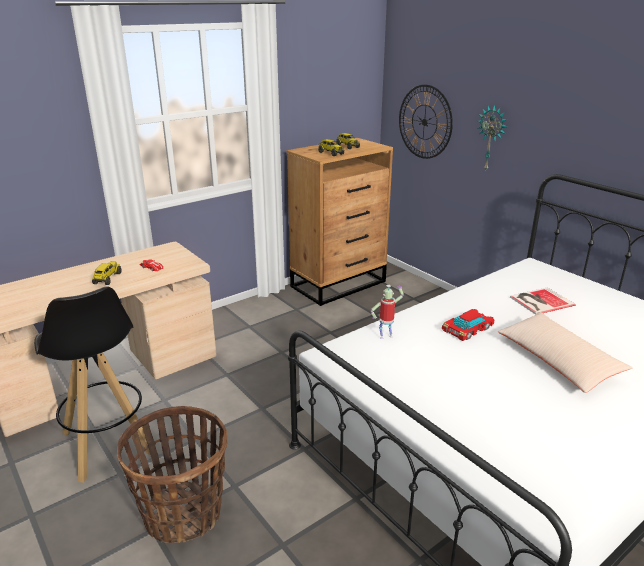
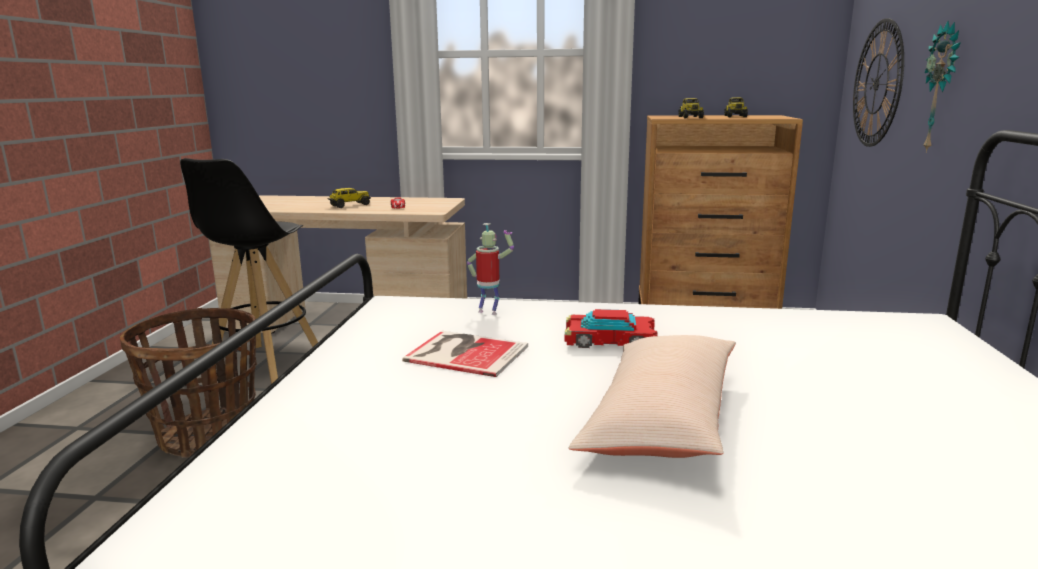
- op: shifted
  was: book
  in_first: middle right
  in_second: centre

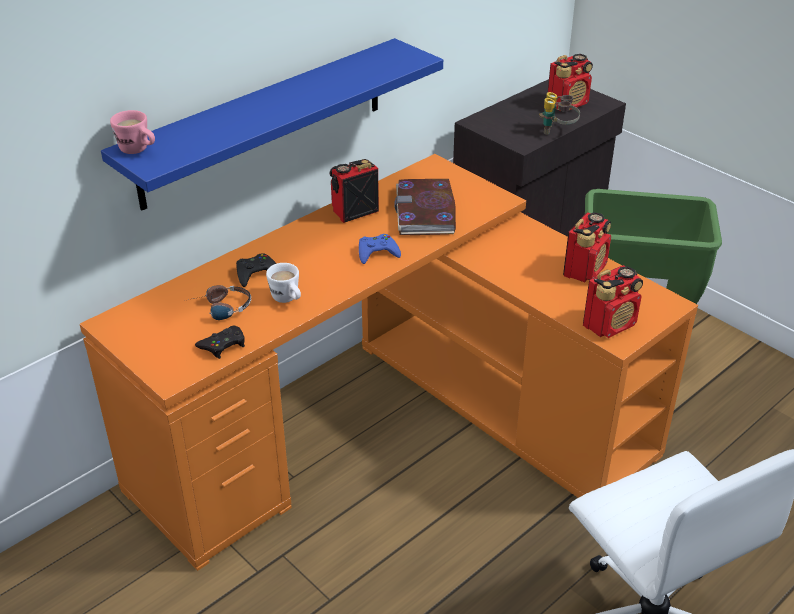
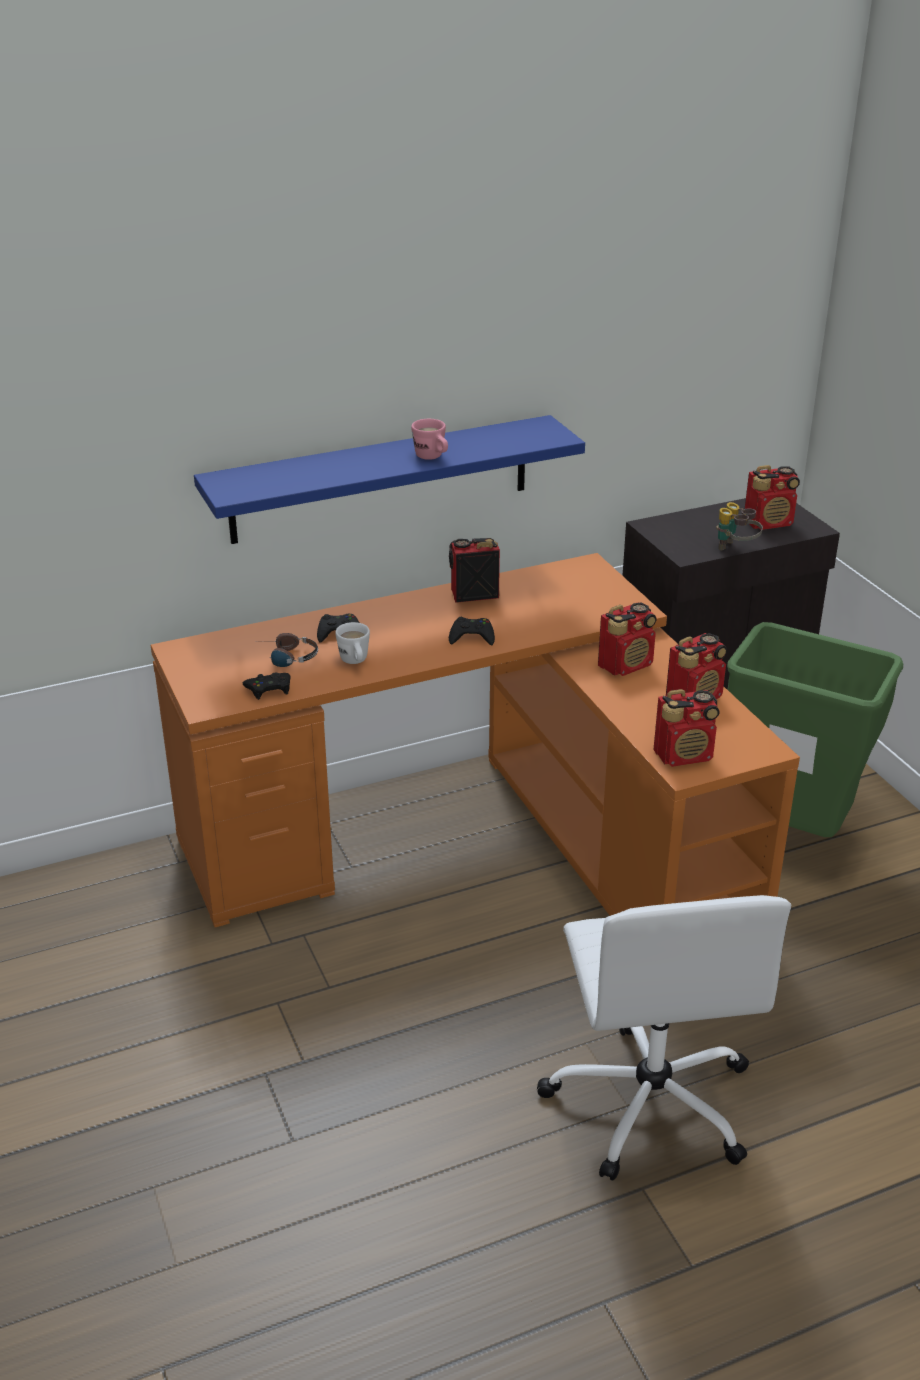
- op: shifted
  was: pink_mug
  in_first: top left
  in_second: top centre
- op: repainted
  was: blue_game_controller
  now: black_game_controller (no. 3 from left)
  in_first: centre
  in_second: centre
- op: new
  now: radio (no. 2 from left)
  in_second: middle right
- op: gone
  was: book
  in_first: centre

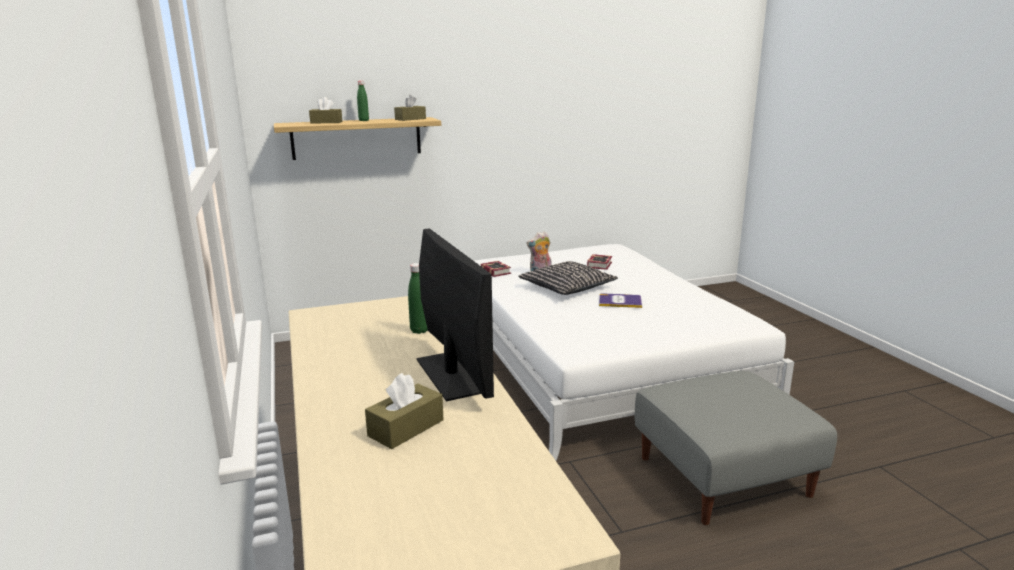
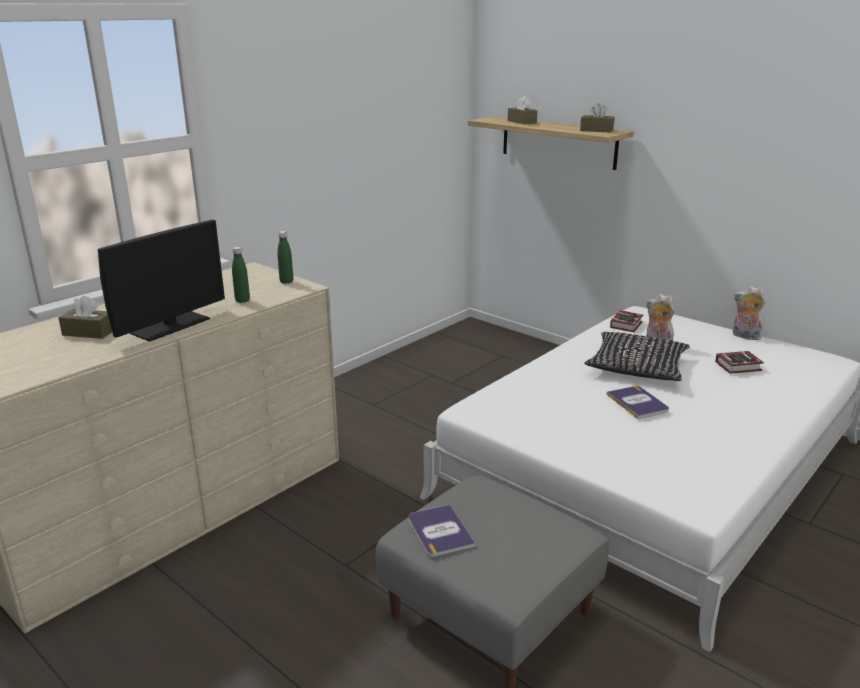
- op: shifted
  was: green_bottle (no. 1 from left in the first image)
  now: green_bottle (no. 2 from left)
  in_first: top centre
  in_second: middle left
- op: new
  now: book (no. 1 from left)
  in_second: bottom centre
- op: new
  now: plush_toy (no. 2 from left)
  in_second: middle right

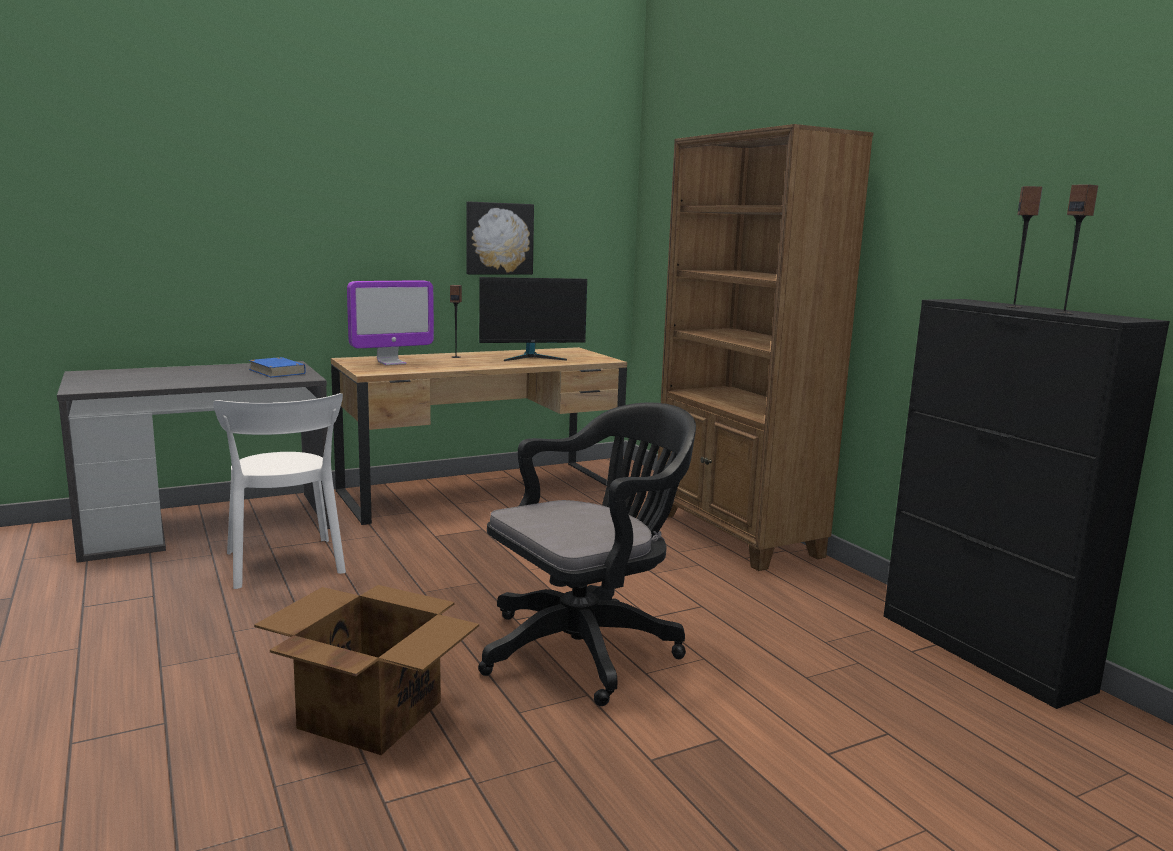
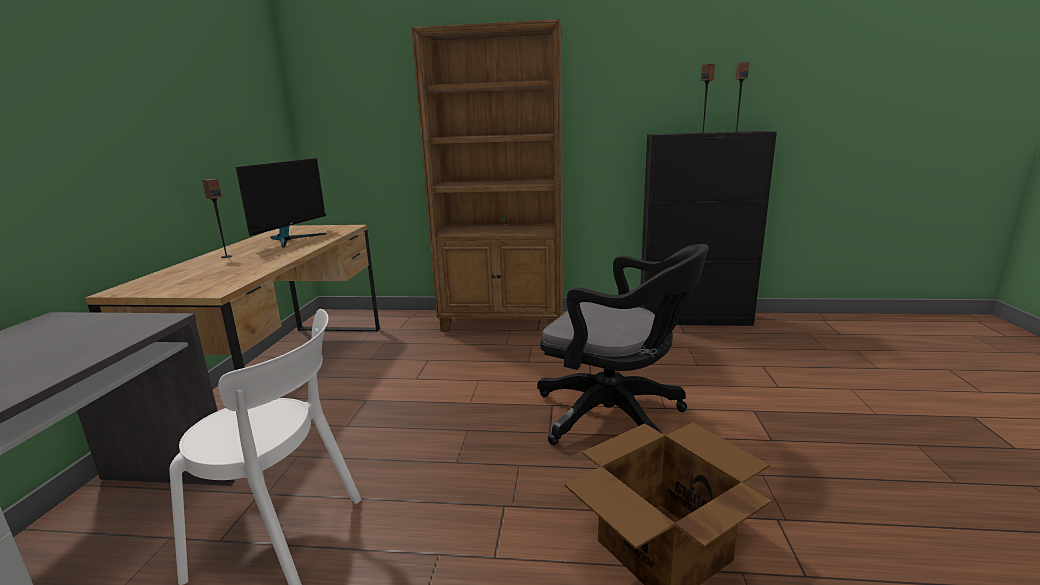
- op: rotated
  was: black_office_chair
  in_first: centre
  in_second: centre
  clockwise: 120
- op: gone
  was: blue_book
  in_first: middle left
- op: gone
  was: monitor (no. 1 from left)
  in_first: middle left
- op: gone
  was: picture
  in_first: top centre

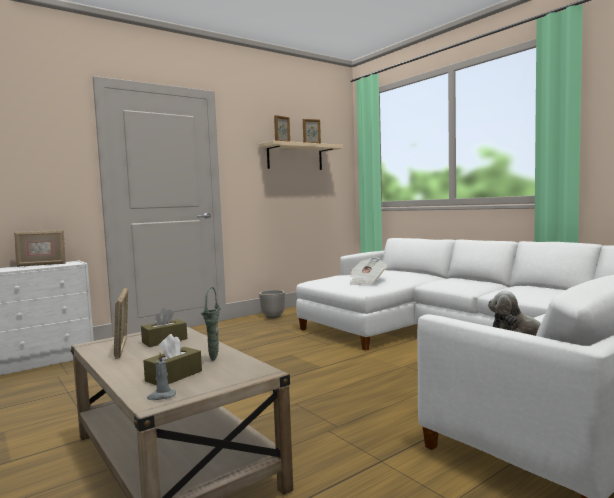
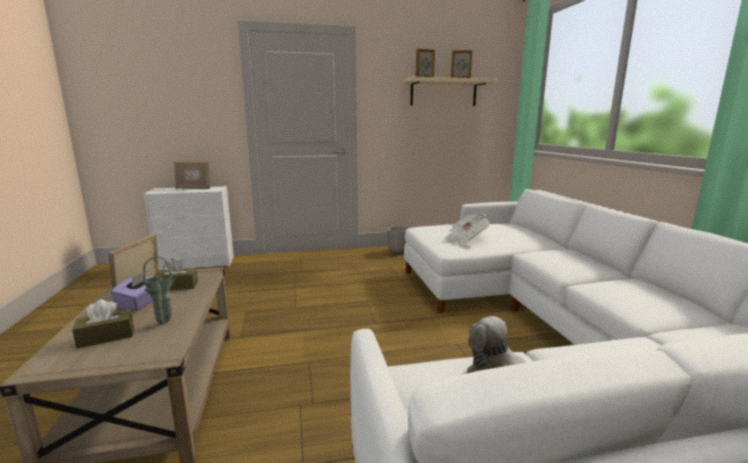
- op: new
  now: purple_tissue_box
  in_second: middle left
- op: gone
  was: grey_candle
  in_first: bottom left

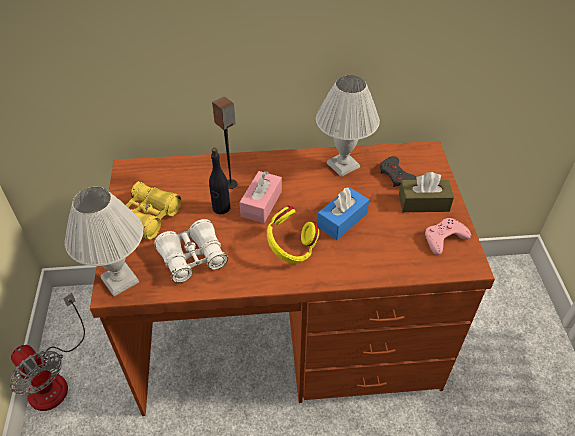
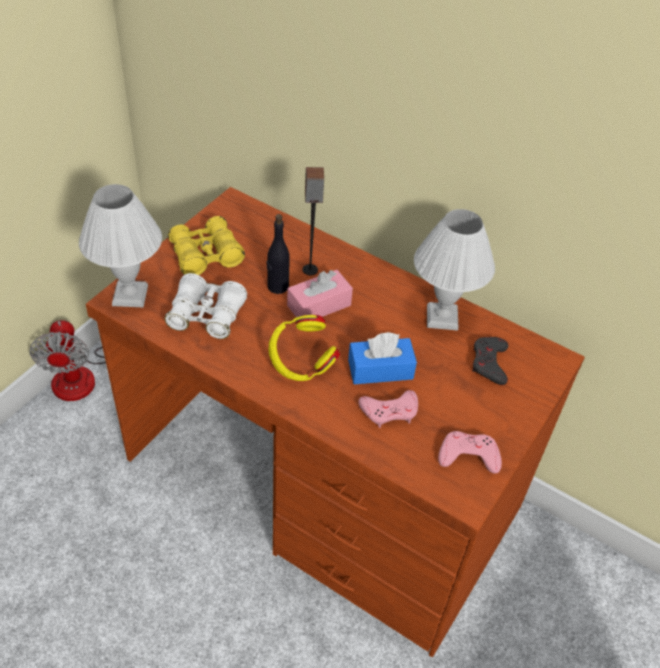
- op: new
  now: pink_game_controller (no. 1 from left)
  in_second: centre
- op: gone
  was: brown_tissue_box
  in_first: middle right

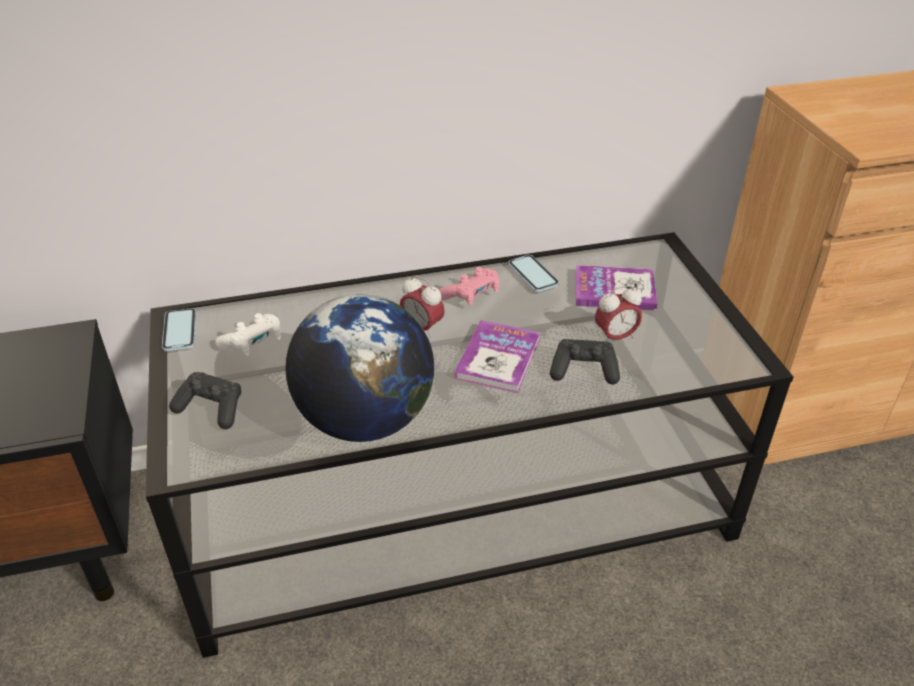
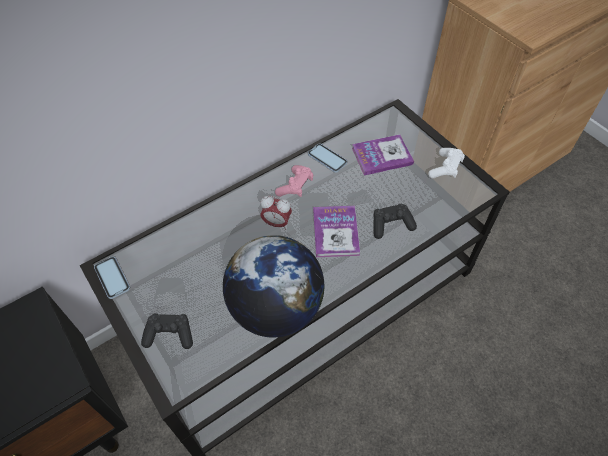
- op: shifted
  was: white_game_controller
  in_first: middle left
  in_second: middle right
- op: gone
  was: alarm_clock (no. 2 from left)
  in_first: middle right

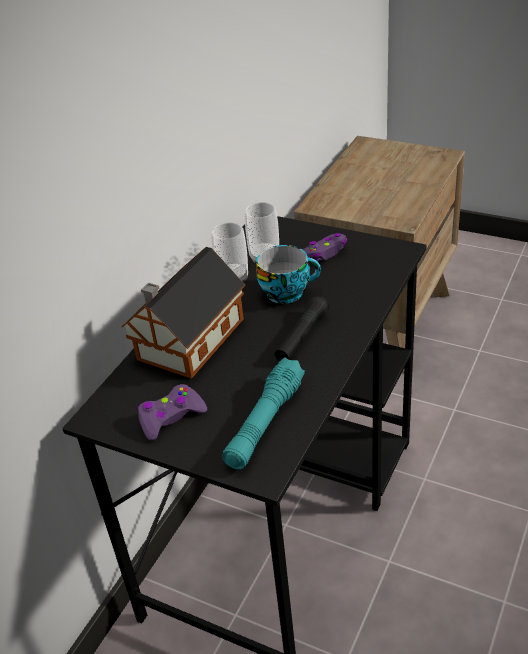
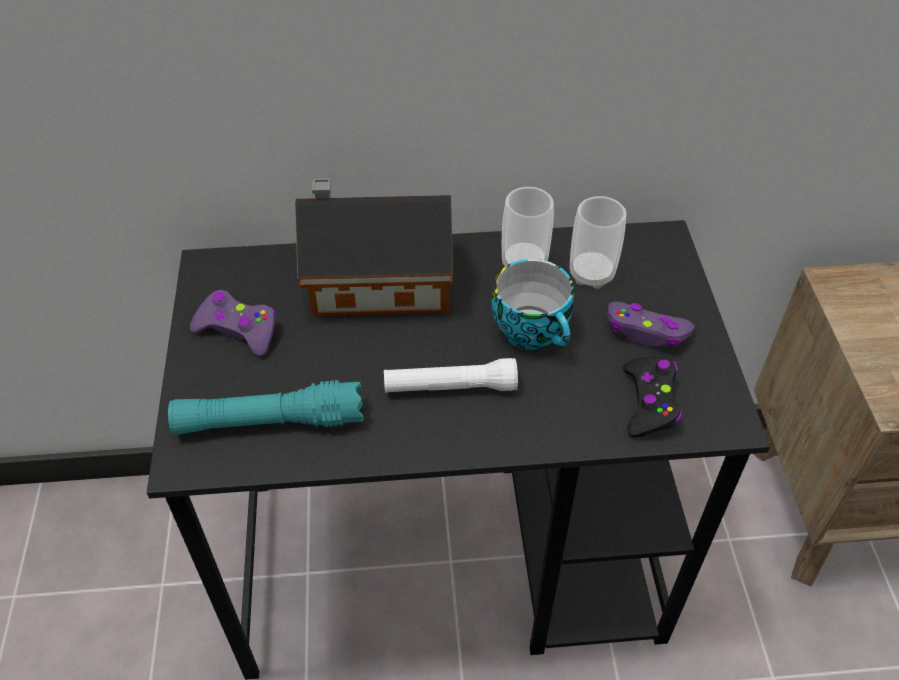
- op: repainted
  was: black_flashlight
  now: white_flashlight
  in_first: centre
  in_second: centre
- op: new
  now: black_game_controller
  in_second: middle right

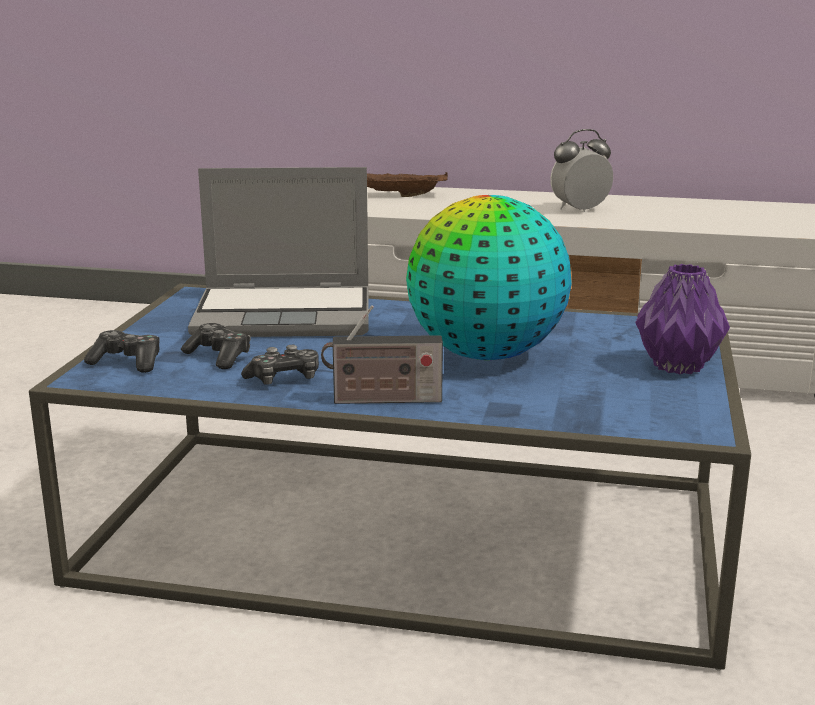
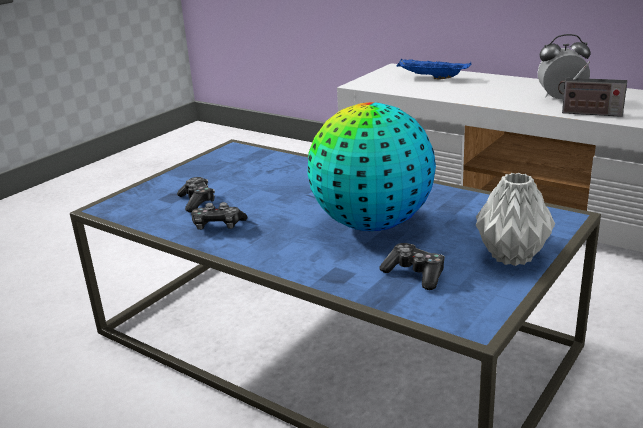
- op: shifted
  was: game_controller (no. 1 from left in the first image)
  now: game_controller (no. 3 from left)
  in_first: middle left
  in_second: centre
- op: repainted
  was: brown_tray
  now: blue_tray
  in_first: top centre
  in_second: top right
- op: repainted
  was: purple_vase
  now: grey_vase
  in_first: middle right
  in_second: middle right
- op: shifted
  was: radio
  in_first: centre
  in_second: top right
- op: gone
  was: laptop
  in_first: centre

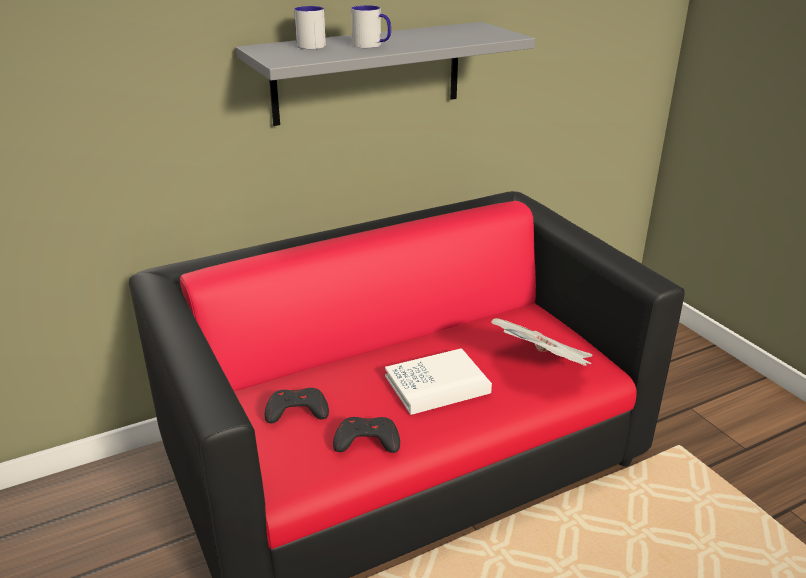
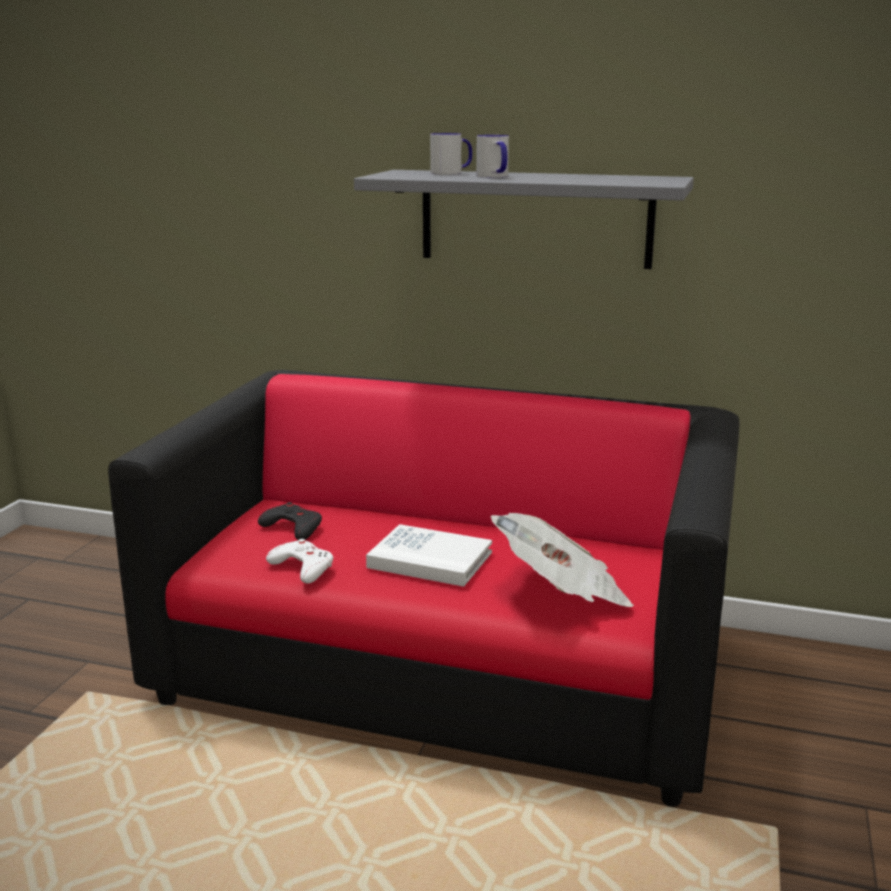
- op: repainted
  was: black_game_controller (no. 2 from left)
  now: white_game_controller
  in_first: bottom centre
  in_second: centre

